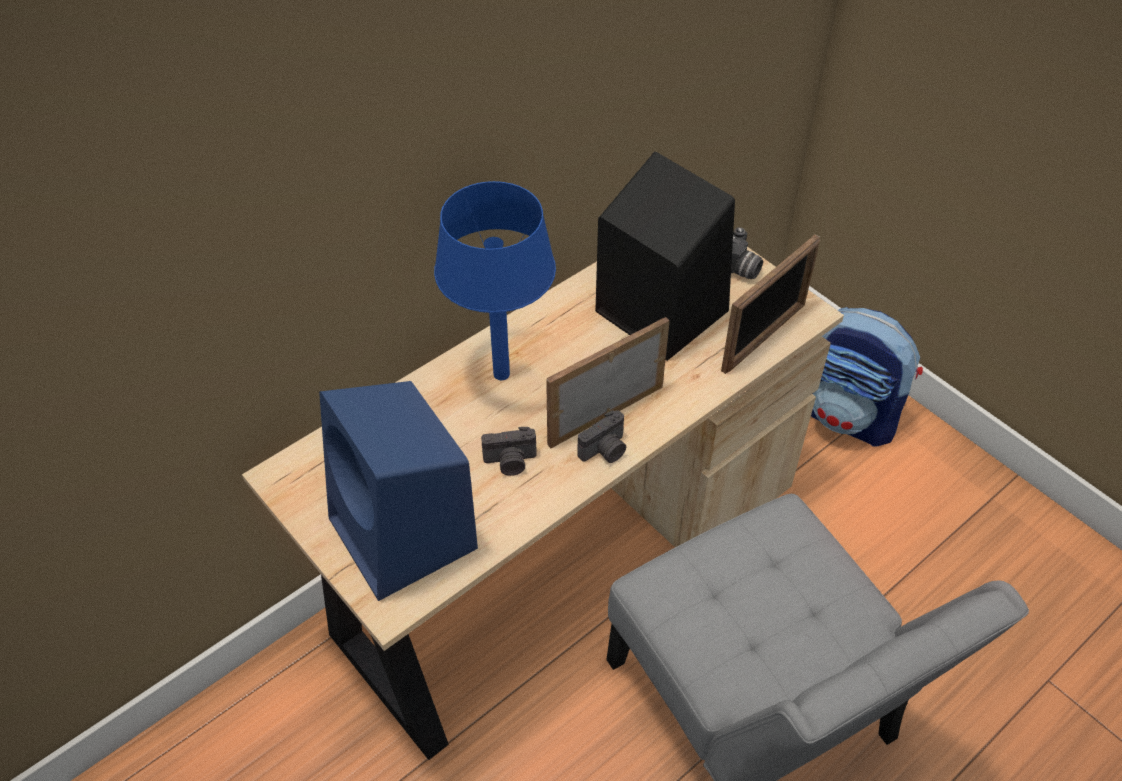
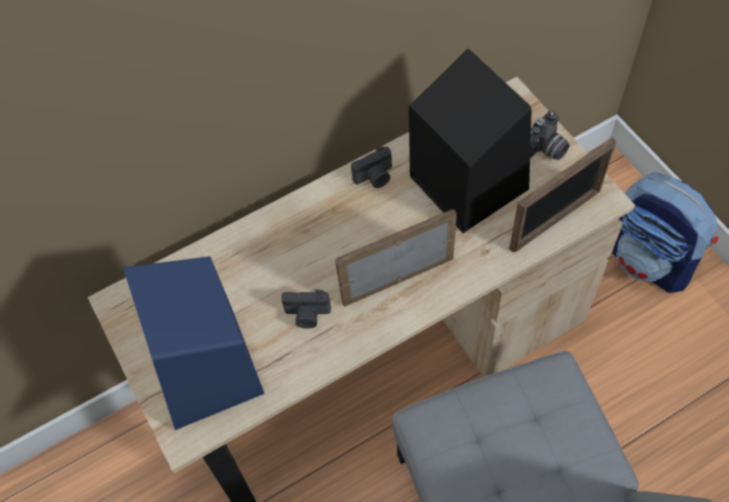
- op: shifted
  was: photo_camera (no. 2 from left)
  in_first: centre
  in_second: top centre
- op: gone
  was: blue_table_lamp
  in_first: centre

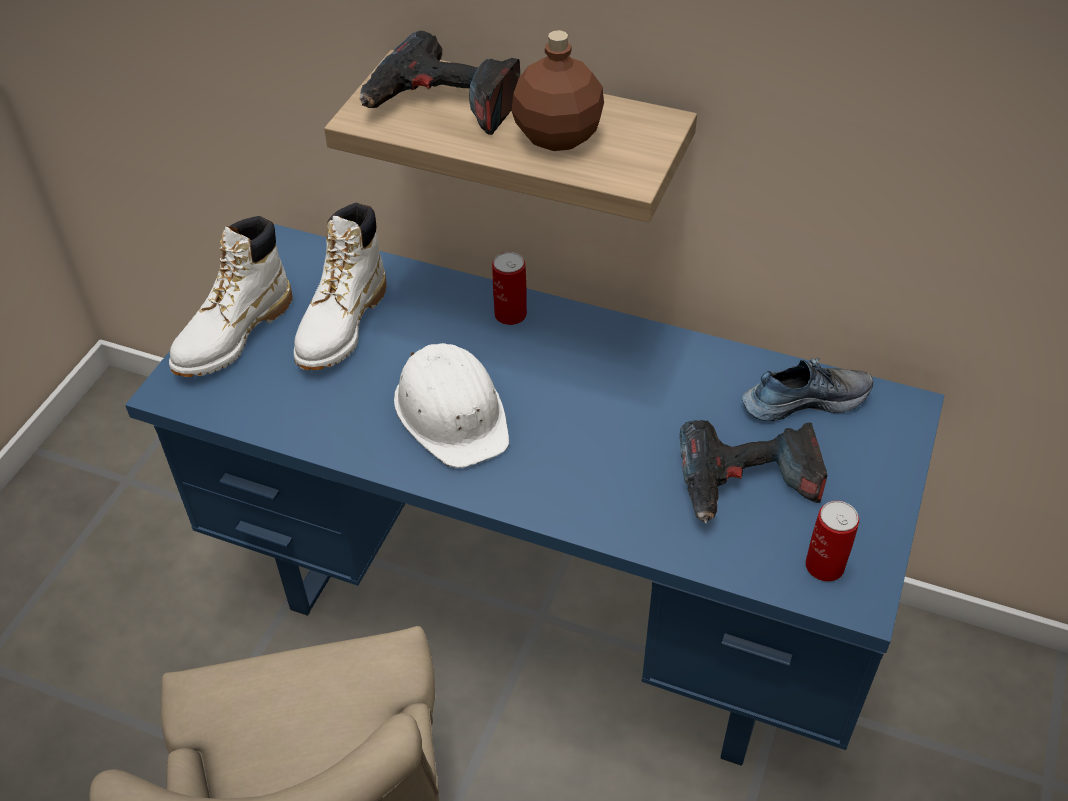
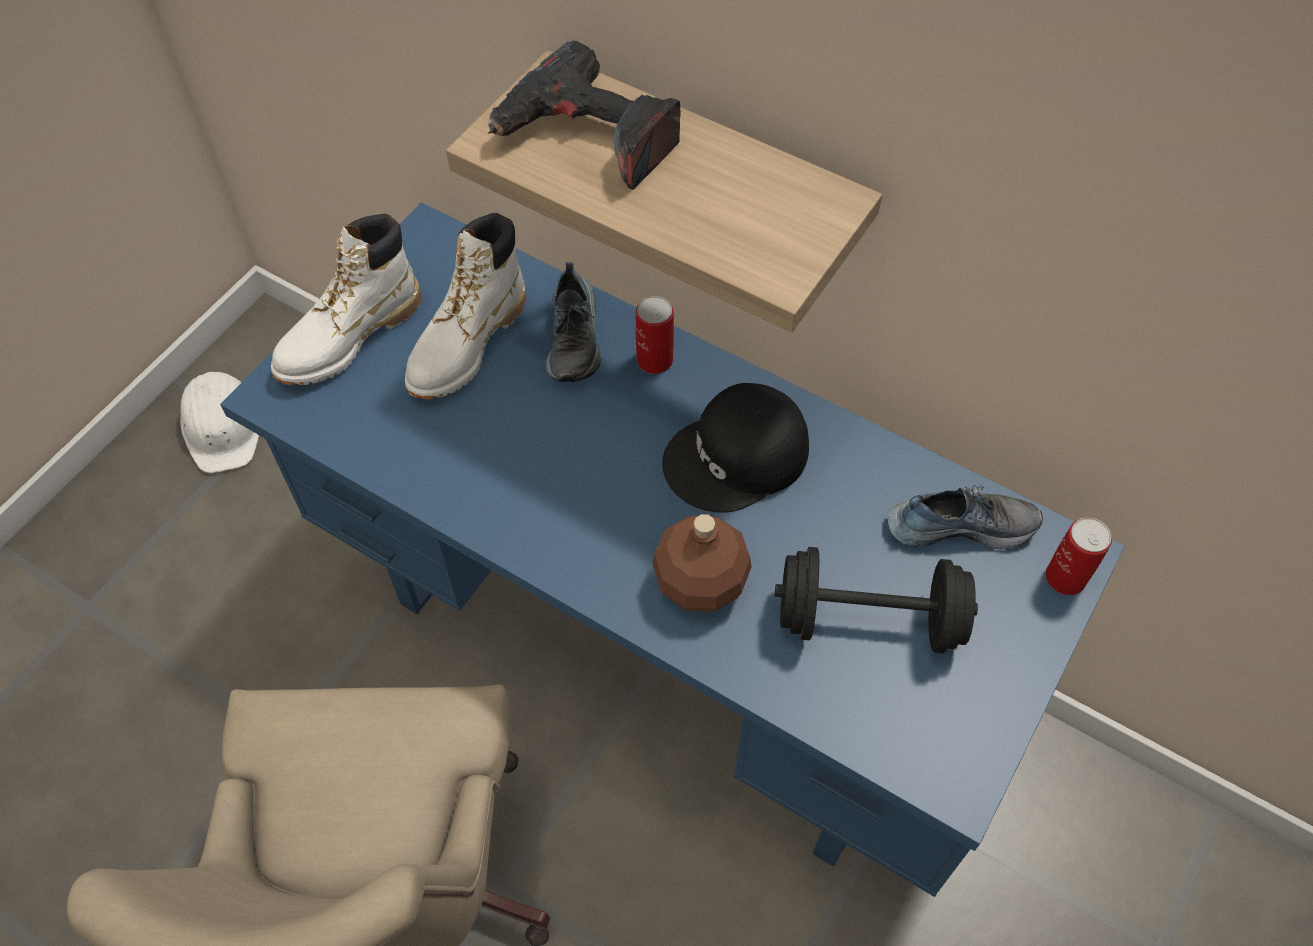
- op: shifted
  was: white_hard_hat
  in_first: centre
  in_second: middle left
- op: new
  now: shoe (no. 1 from left)
  in_second: centre
- op: shifted
  was: brown_bottle
  in_first: top centre
  in_second: centre
- op: new
  now: black_cap
  in_second: centre
- op: swapped
  was: power_drill (no. 2 from left)
  now: black_dumbbell
  in_first: middle right
  in_second: middle right
- op: shifted
  was: can (no. 2 from left)
  in_first: bottom right
  in_second: middle right

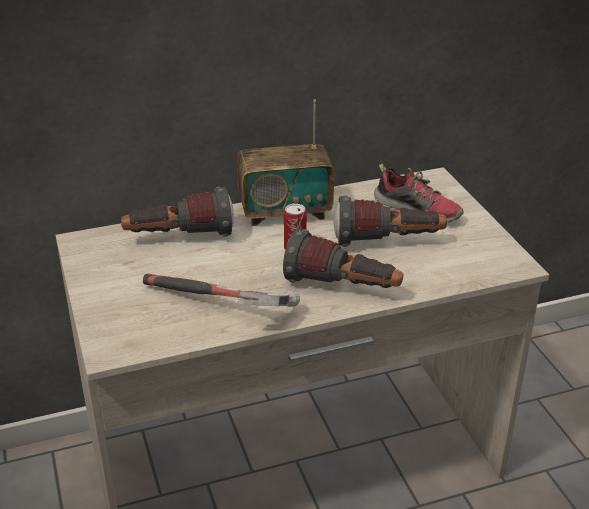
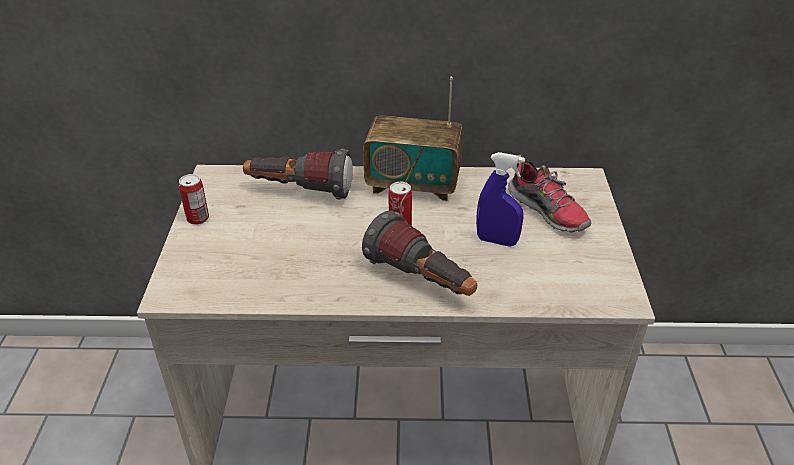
- op: new
  now: can (no. 1 from left)
  in_second: middle left
- op: swapped
  was: flashlight (no. 3 from left)
  now: blue_spray_bottle
  in_first: centre
  in_second: centre
- op: gone
  was: hammer
  in_first: centre

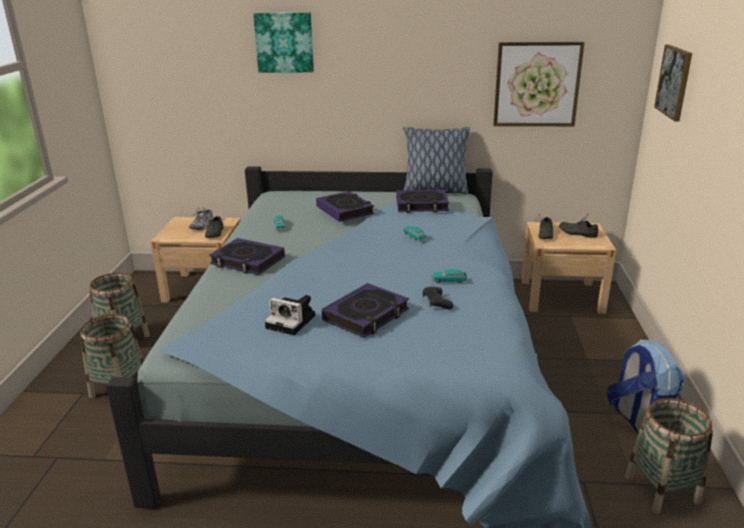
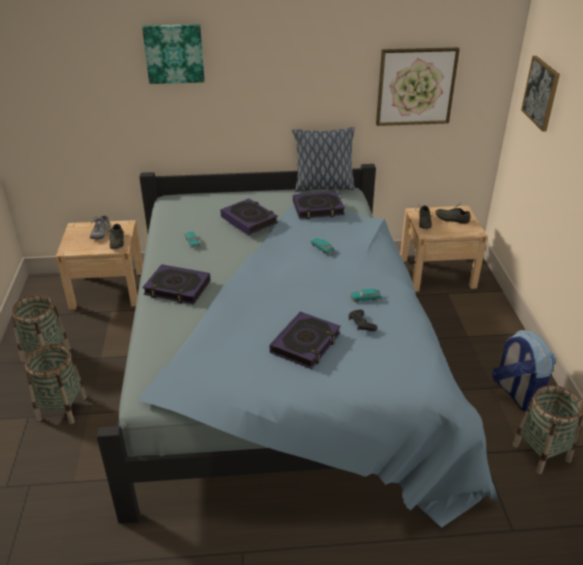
- op: gone
  was: photo_camera
  in_first: centre

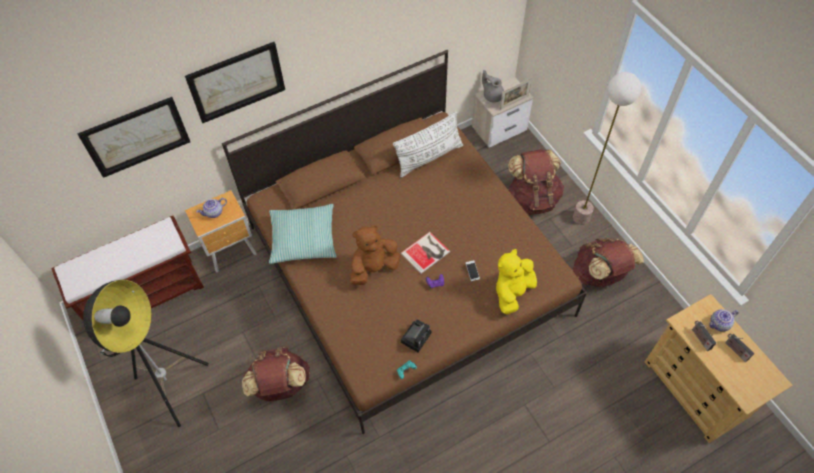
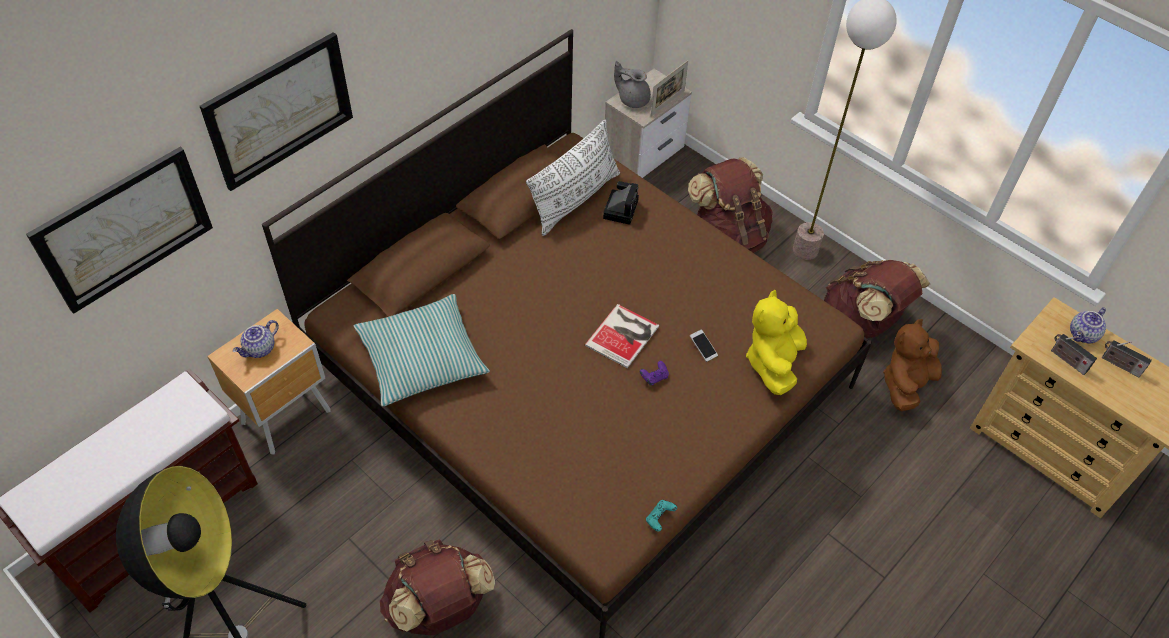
- op: shifted
  was: photo_camera
  in_first: bottom centre
  in_second: top centre
- op: shifted
  was: brown_plush_toy
  in_first: centre
  in_second: middle right

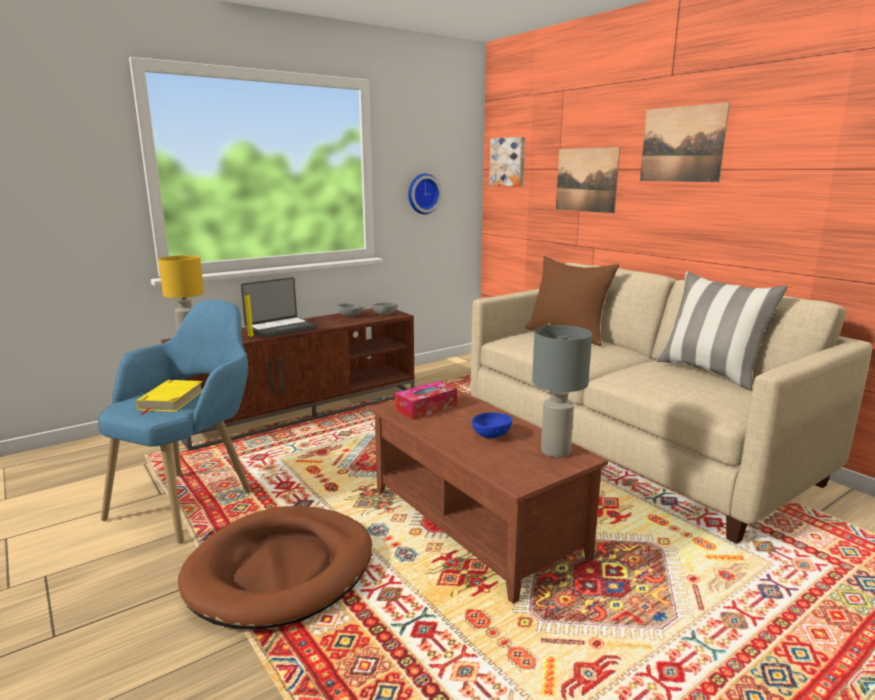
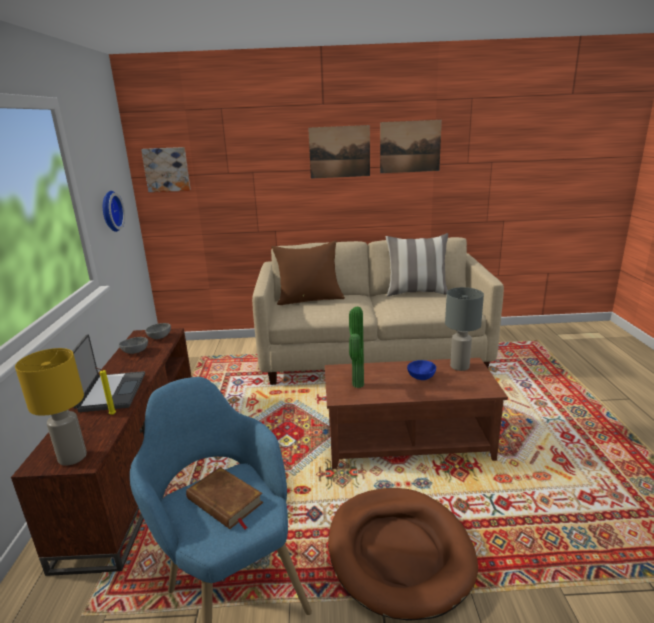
- op: repainted
  was: yellow_book
  now: brown_book
  in_first: middle left
  in_second: bottom centre
- op: swapped
  was: tissue_box
  now: potted_plant
  in_first: centre
  in_second: centre
- op: shifted
  was: picture (no. 2 from left in the first image)
  now: picture (no. 3 from left)
  in_first: top right
  in_second: top centre

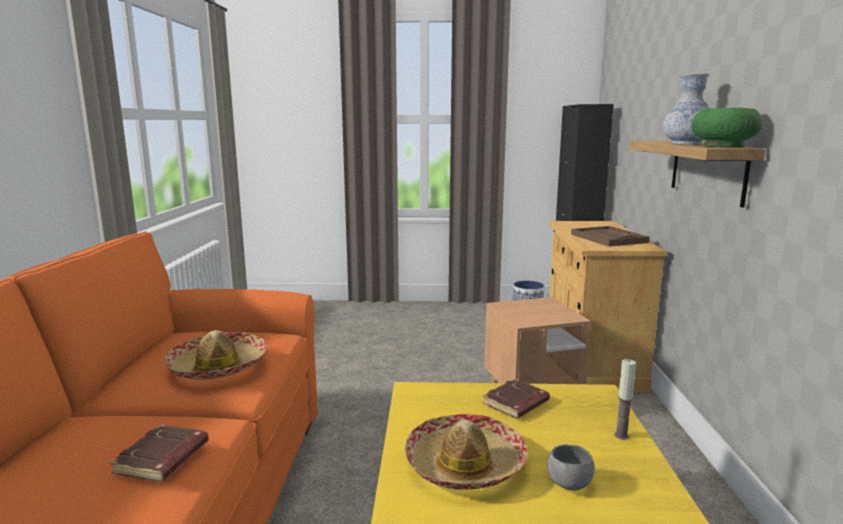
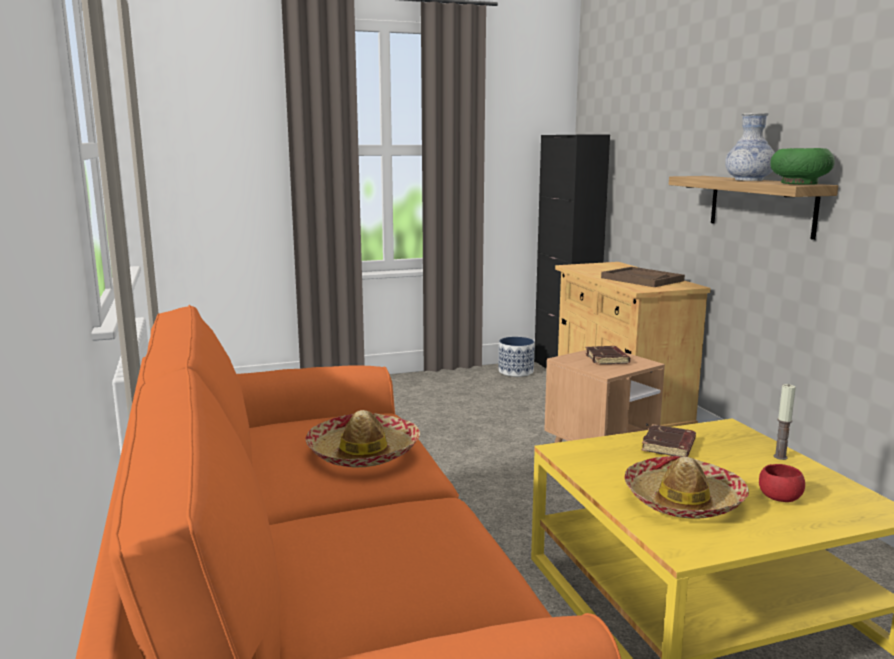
- op: shifted
  was: brown_book (no. 1 from left)
  in_first: bottom left
  in_second: middle right
- op: repainted
  was: grey_bowl
  now: red_bowl
  in_first: bottom right
  in_second: bottom right

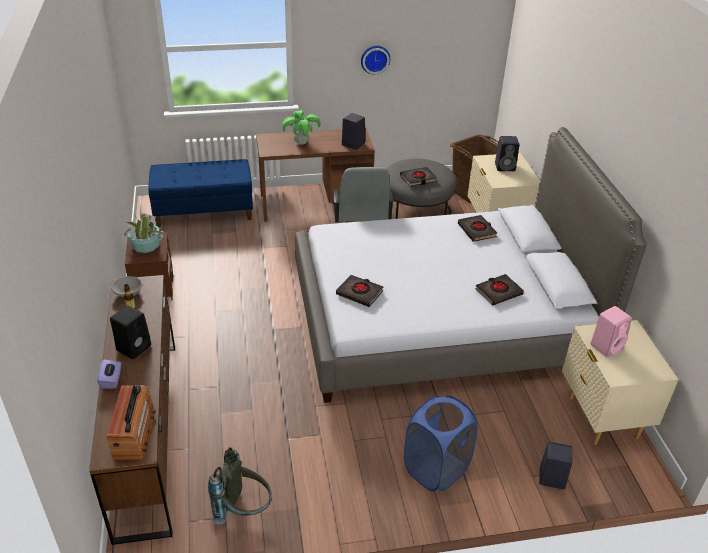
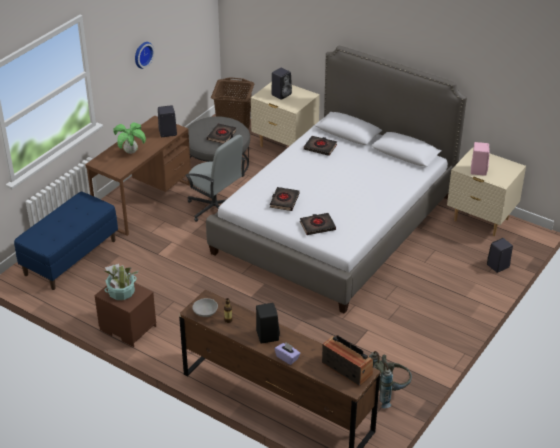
- op: shifted
  was: black_book (no. 4 from left in the first image)
  now: black_book (no. 2 from left)
  in_first: middle right
  in_second: centre
- op: gone
  was: blue_laundry_basket
  in_first: bottom centre

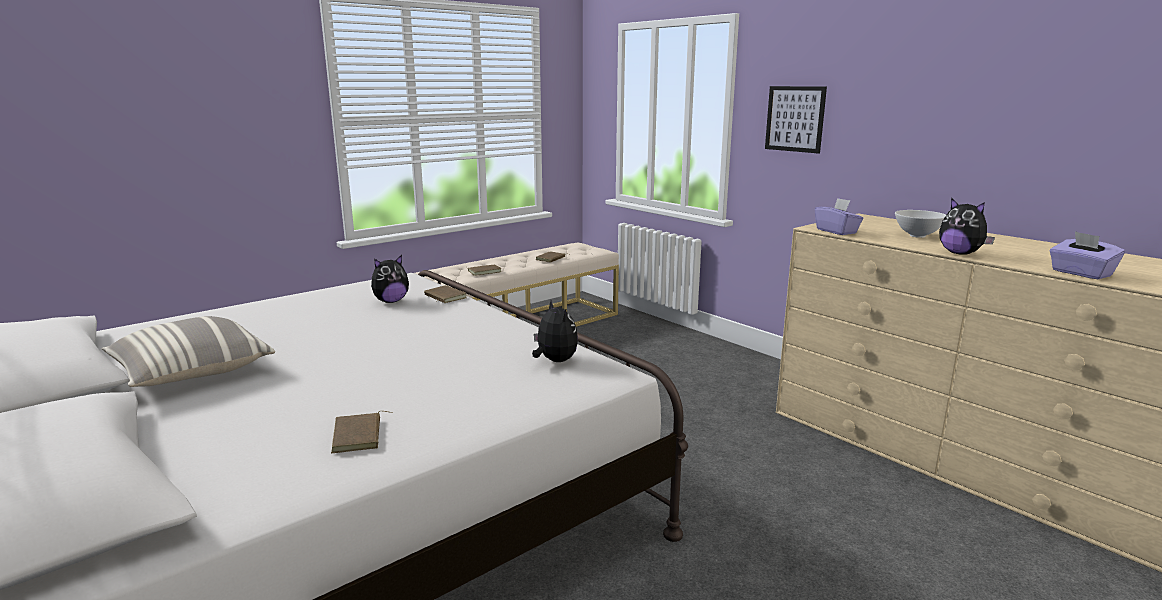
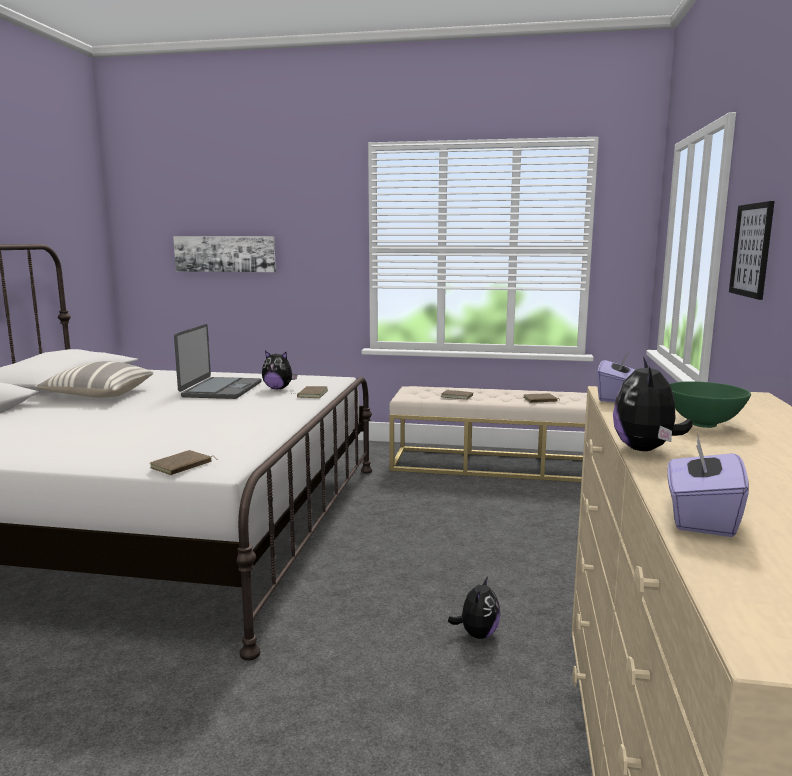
- op: shifted
  was: brown_book (no. 1 from left)
  in_first: bottom left
  in_second: middle left
- op: new
  now: picture (no. 1 from left)
  in_second: top left
- op: new
  now: laptop
  in_second: middle left
- op: shifted
  was: plush_toy (no. 2 from left)
  in_first: centre
  in_second: bottom centre
- op: repainted
  was: white_bowl
  now: green_bowl
  in_first: middle right
  in_second: middle right

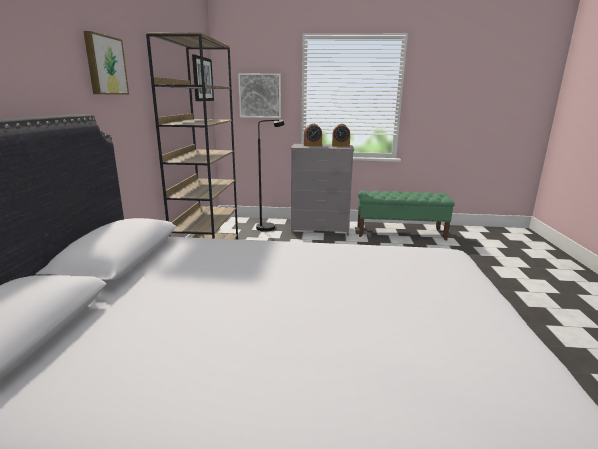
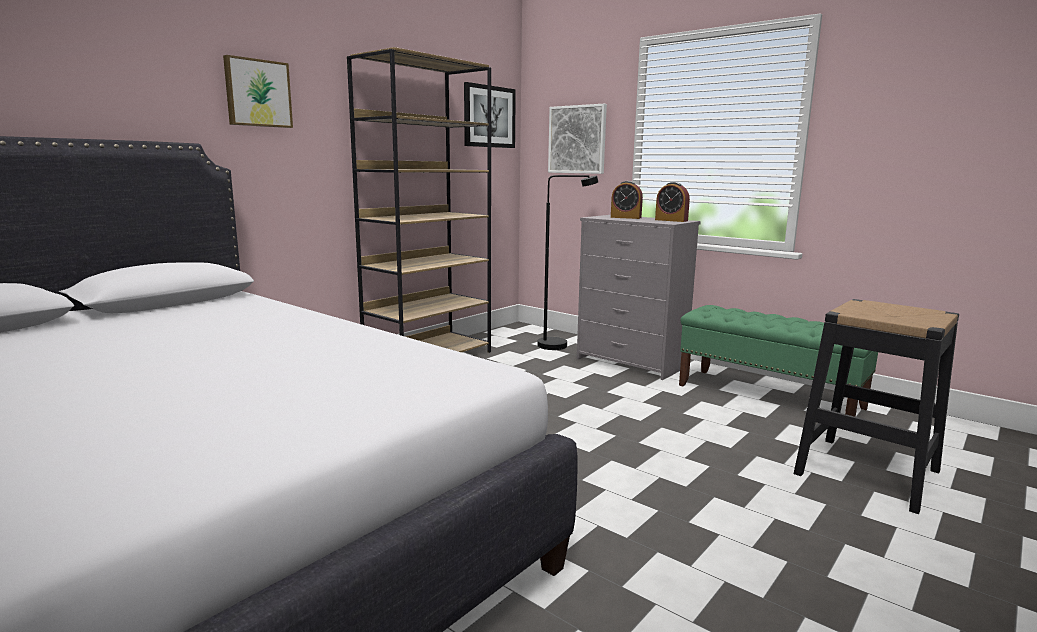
- op: new
  now: black_stool
  in_second: middle right

